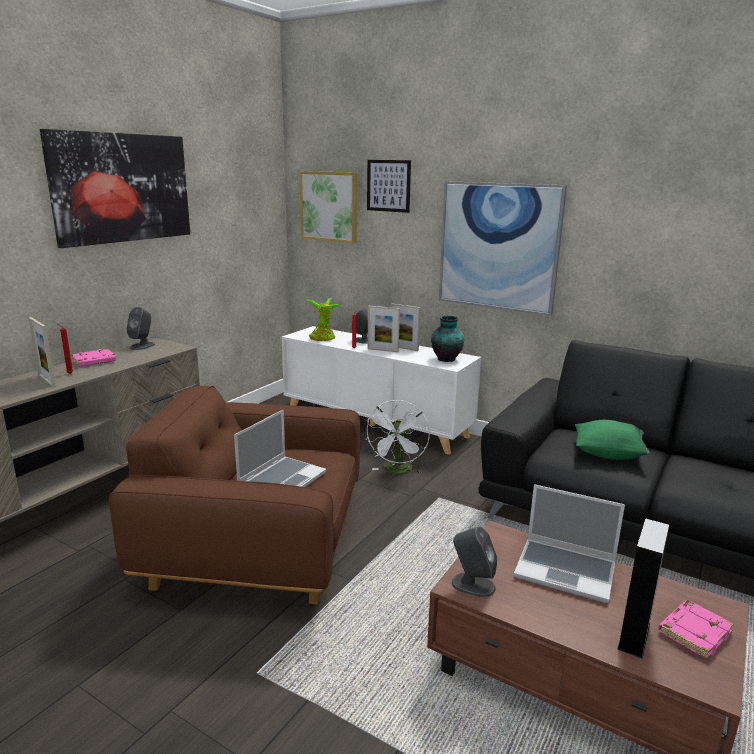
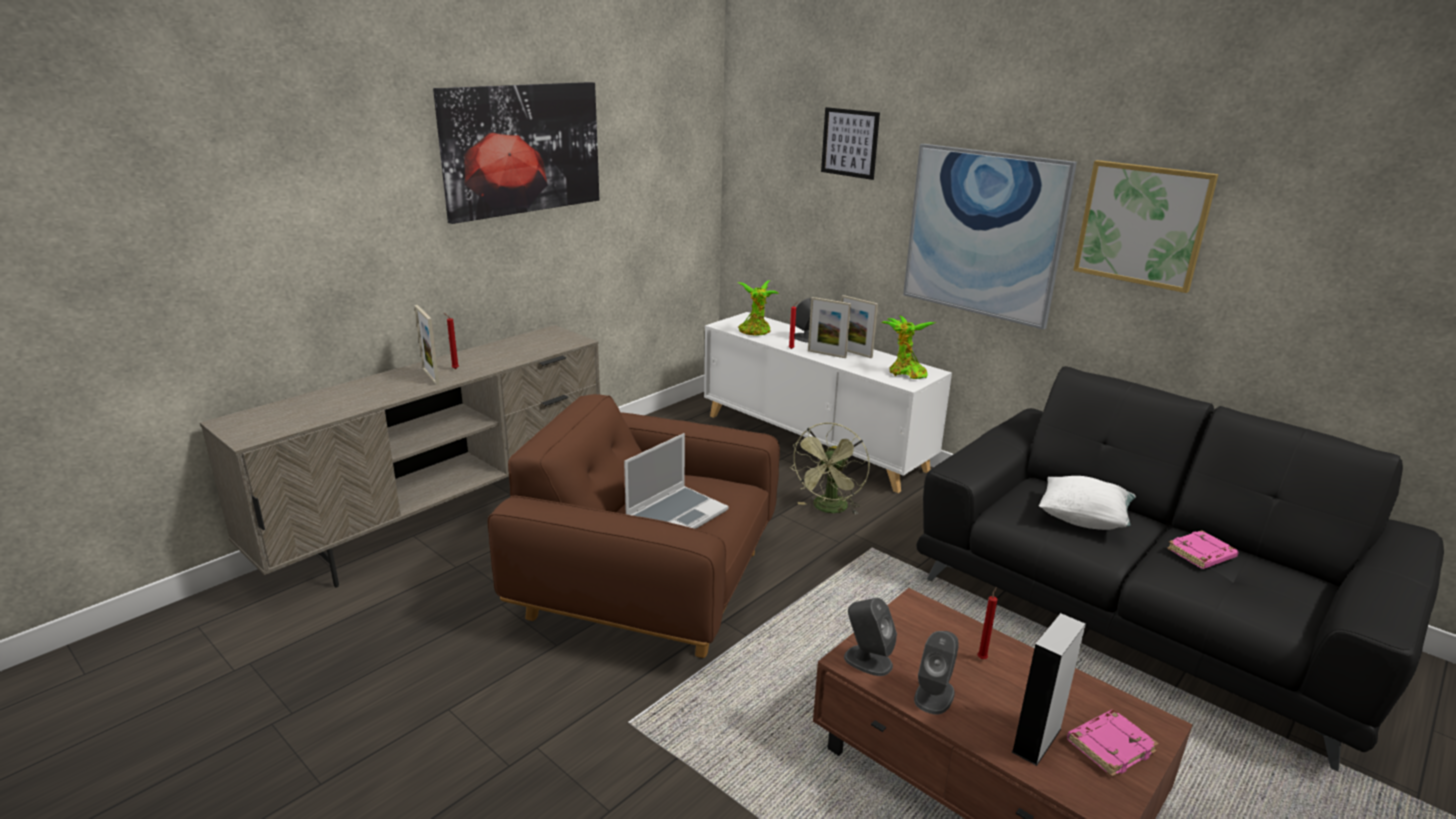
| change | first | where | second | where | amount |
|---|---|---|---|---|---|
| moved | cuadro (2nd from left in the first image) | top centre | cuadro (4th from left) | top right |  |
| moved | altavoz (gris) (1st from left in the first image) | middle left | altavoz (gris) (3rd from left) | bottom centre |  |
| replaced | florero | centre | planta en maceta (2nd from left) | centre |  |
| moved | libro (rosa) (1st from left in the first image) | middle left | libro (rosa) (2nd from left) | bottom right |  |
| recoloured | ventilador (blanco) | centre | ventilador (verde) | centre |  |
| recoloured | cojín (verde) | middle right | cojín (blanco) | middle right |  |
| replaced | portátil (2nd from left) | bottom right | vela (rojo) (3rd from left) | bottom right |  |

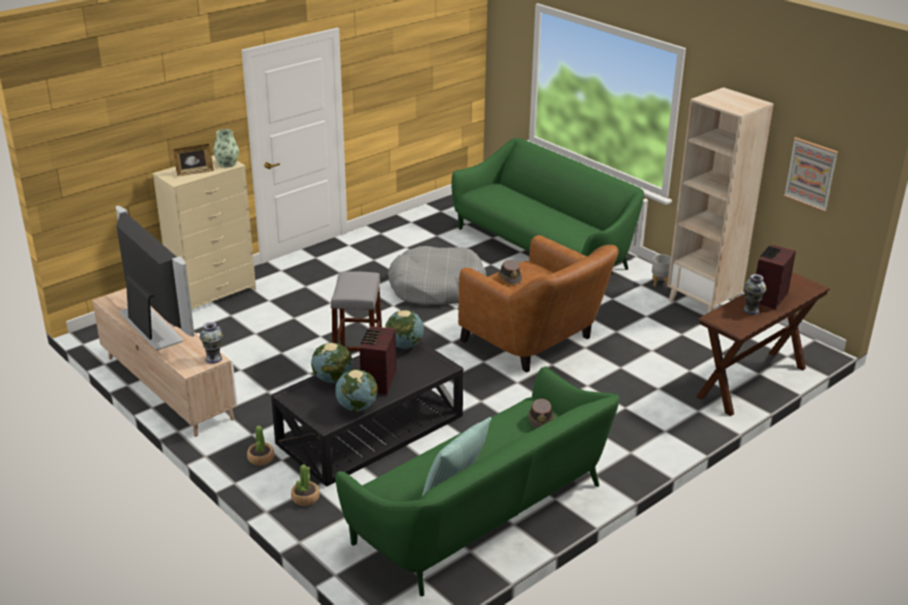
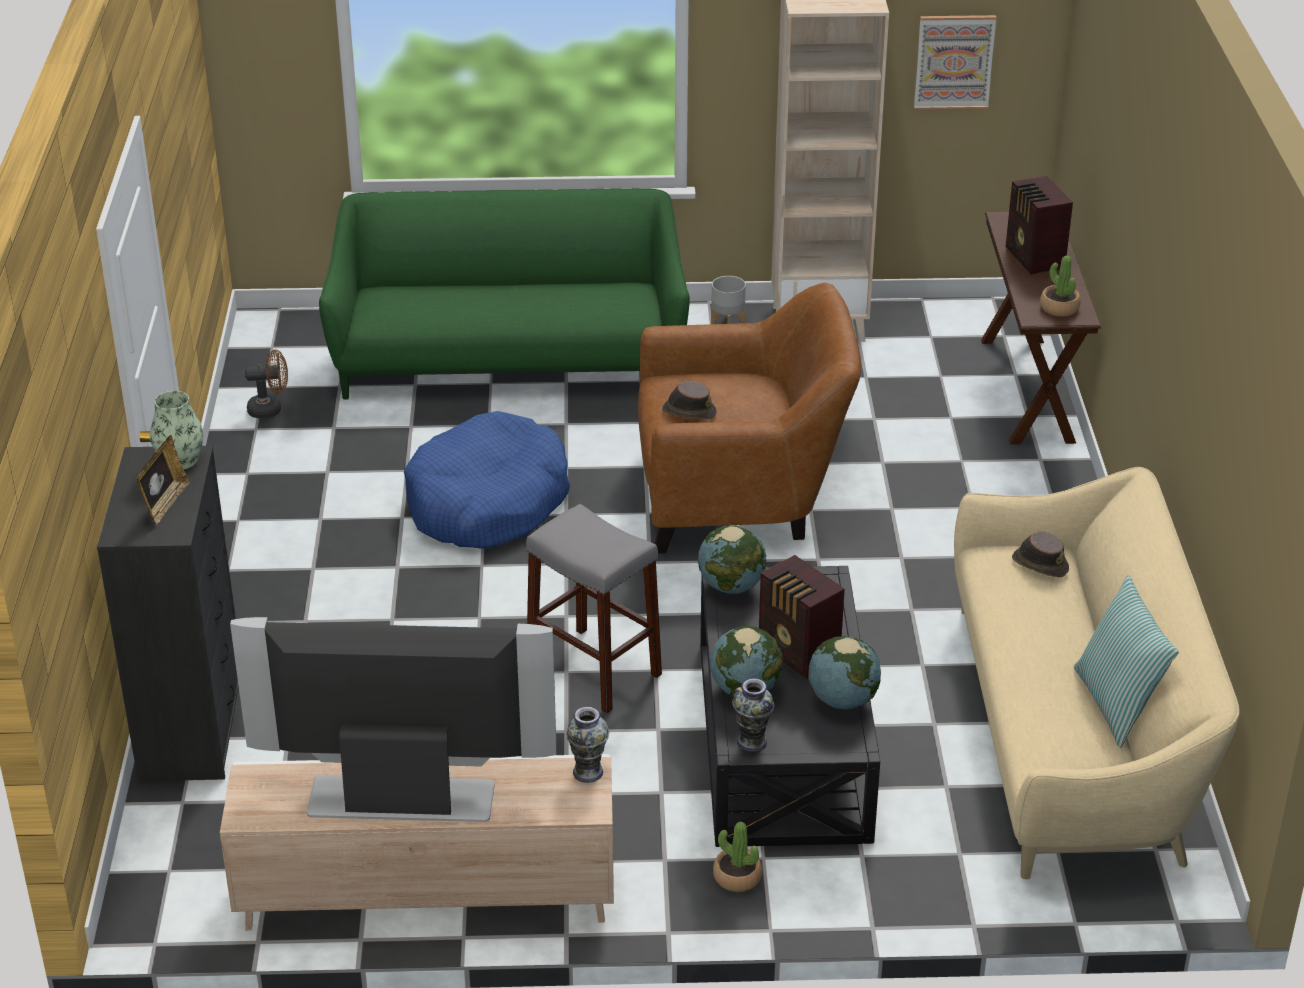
| change | first | where | second | where | amount |
|---|---|---|---|---|---|
| recoloured | cómoda (beis) | middle left | cómoda (negro) | middle left |  |
| recoloured | cama para perro (gris) | centre | cama para perro (azul) | centre |  |
| moved | florero (3rd from left) | middle right |  | bottom centre |  |
| recoloured | sofá (verde) (1st from left) | bottom centre | sofá (beis) | bottom right |  |
| moved | planta en maceta (2nd from left) | bottom centre |  | top right |  |
| added |  |  | ventilador (marrón) | middle left |  |

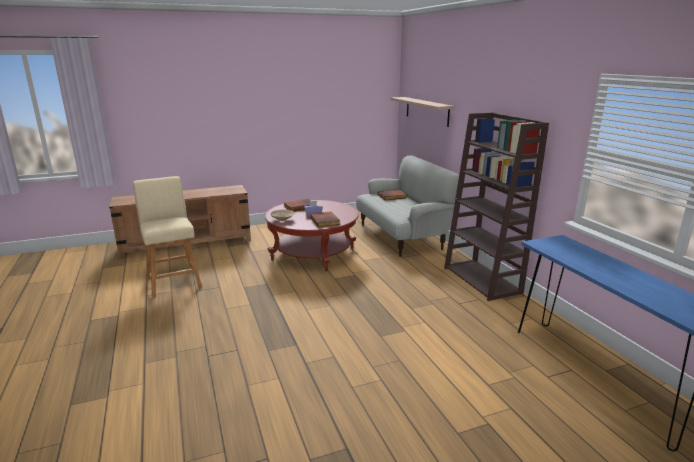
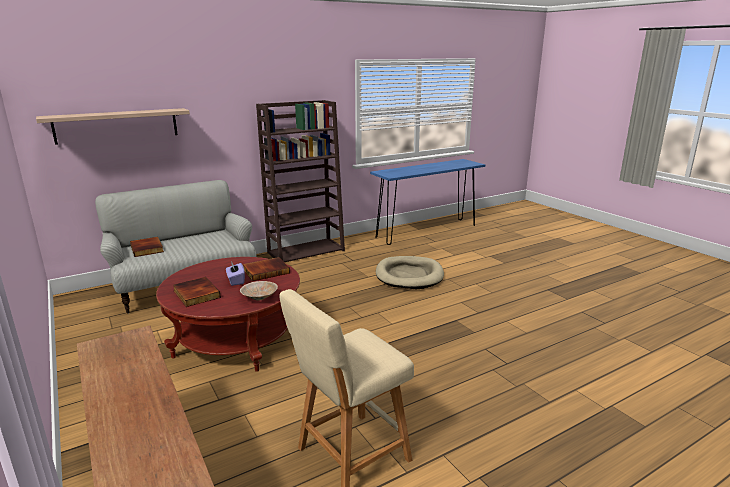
| change | first | where | second | where | amount |
|---|---|---|---|---|---|
| added |  |  | cama para perro (beis) | centre |  |

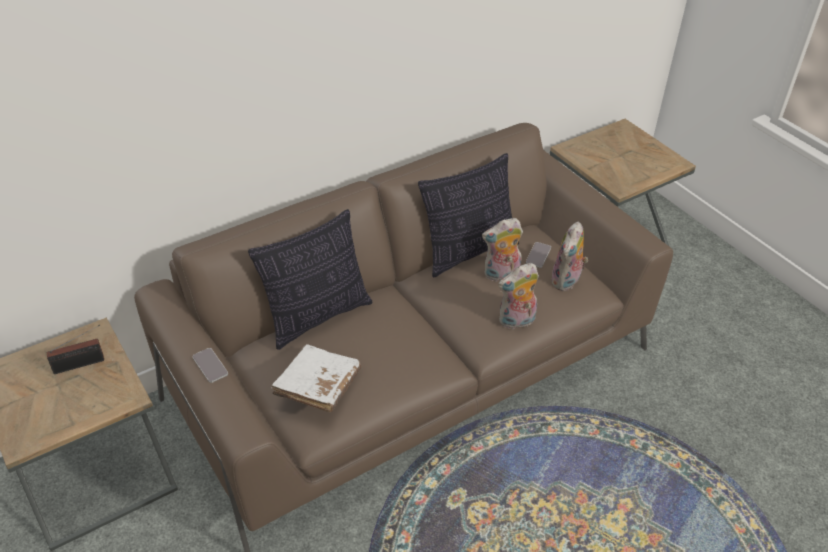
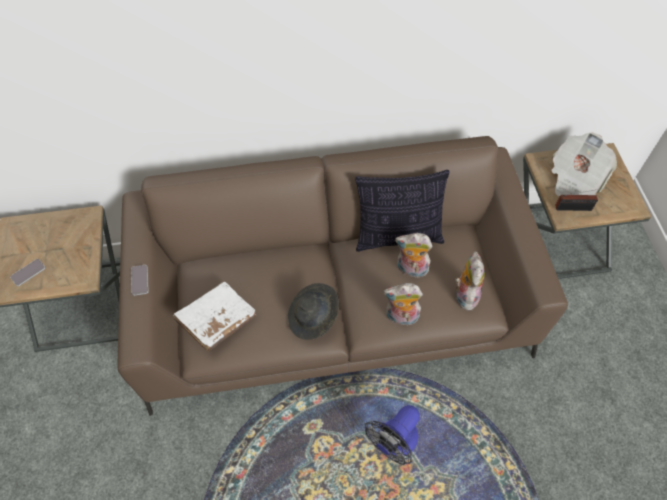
| change | first | where | second | where | amount |
|---|---|---|---|---|---|
| removed | cojín (1st from left) | centre |  |  |  |
| turned | peluche (3rd from left) | middle right |  | middle right | 135 degrees clockwise |
| moved | móvil (2nd from left in the first image) | centre | móvil (1st from left) | middle left |  |
| moved | radio | middle left |  | middle right |  |
| added |  |  | periódico | top right |  |
| added |  |  | sombrero (gris) | centre |  |
| added |  |  | ventilador | bottom centre |  |

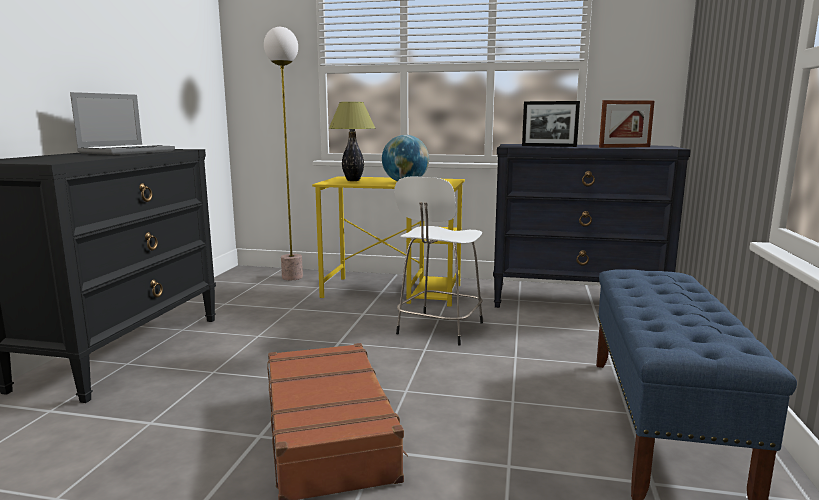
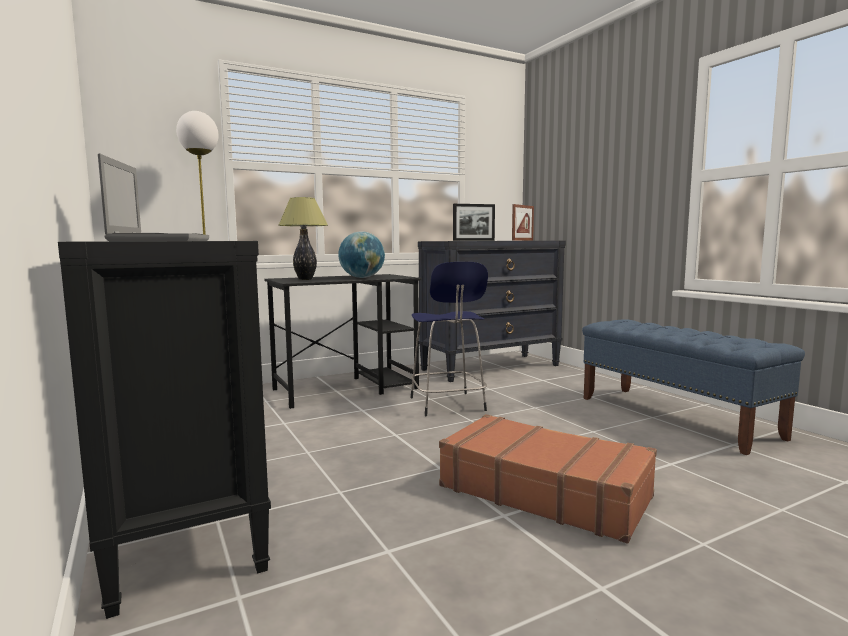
| change | first | where | second | where | amount |
|---|---|---|---|---|---|
| recoloured | escritorio (amarillo) | centre | escritorio (negro) | centre |  |
| recoloured | taburete (blanco) | centre | taburete (azul) | centre |  |

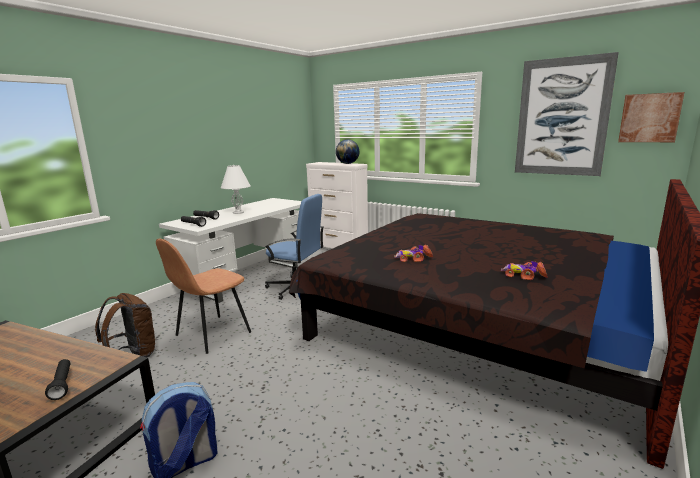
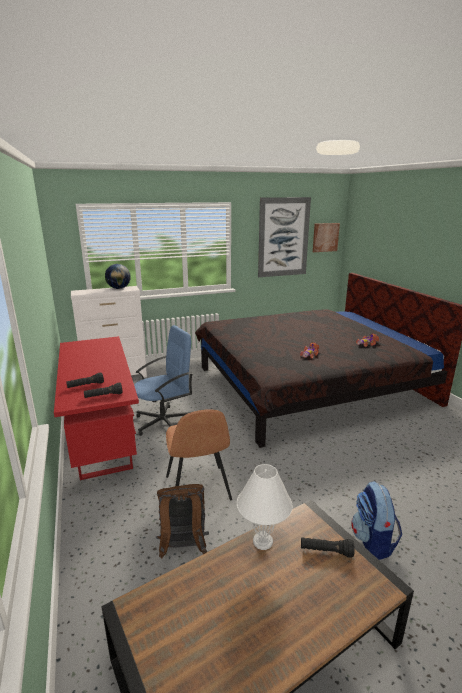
| change | first | where | second | where | amount |
|---|---|---|---|---|---|
| moved | lámpara de mesa (blanco) | centre |  | bottom centre |  |
| recoloured | escritorio (blanco) | middle left | escritorio (rojo) | middle left |  |

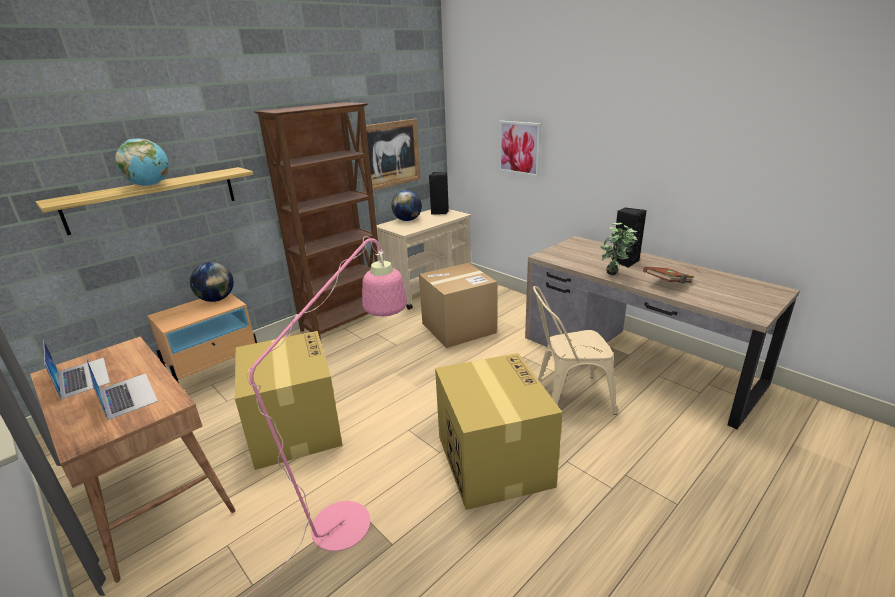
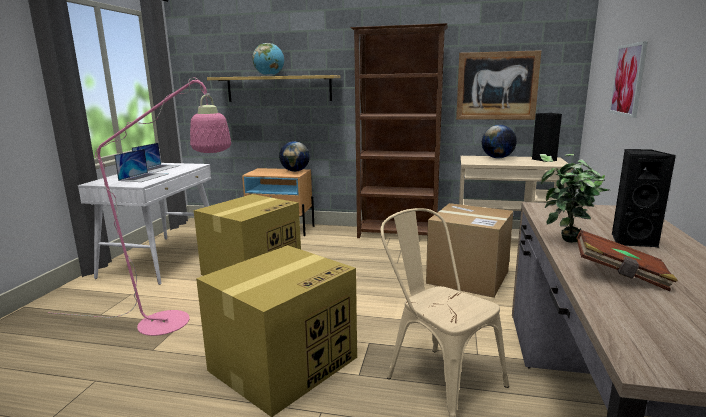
| change | first | where | second | where | amount |
|---|---|---|---|---|---|
| recoloured | escritorio (marrón) (1st from left) | bottom left | escritorio (blanco) | middle left |  |

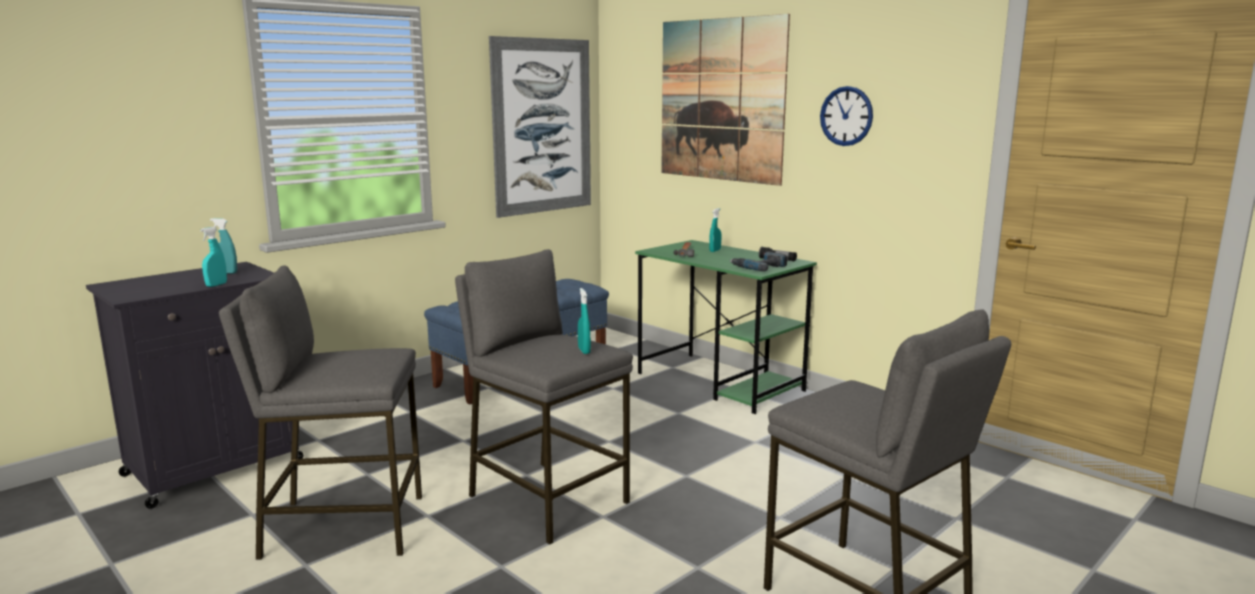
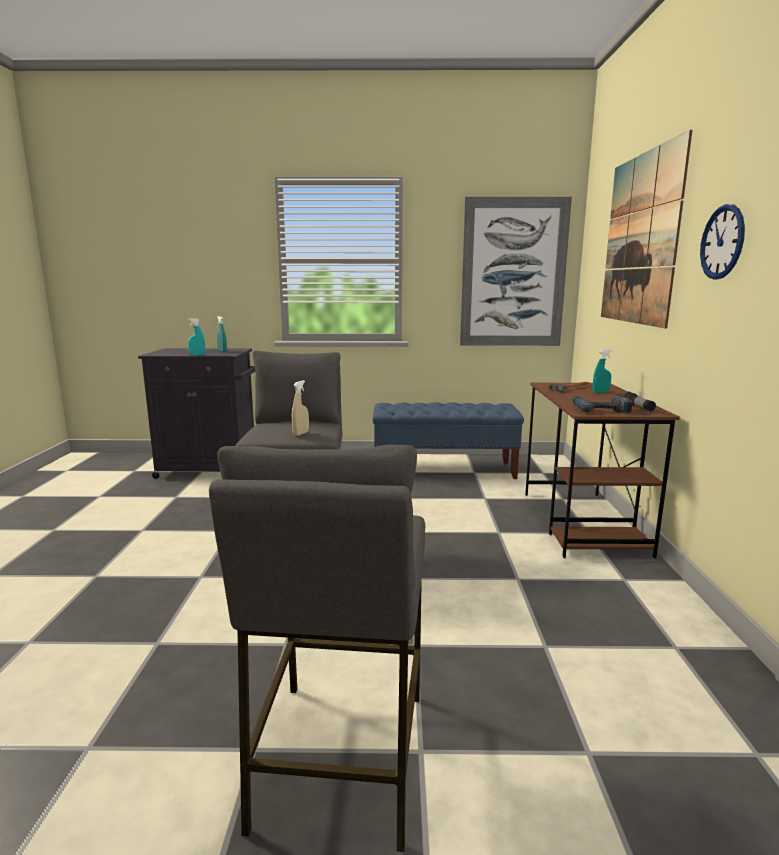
| change | first | where | second | where | amount |
|---|---|---|---|---|---|
| recoloured | escritorio (verde) | centre | escritorio (marrón) | middle right |  |
| removed | taburete (gris) (1st from left) | bottom left |  |  |  |
| recoloured | pulverizador (turquesa) (3rd from left) | centre | pulverizador (beis) | centre |  |

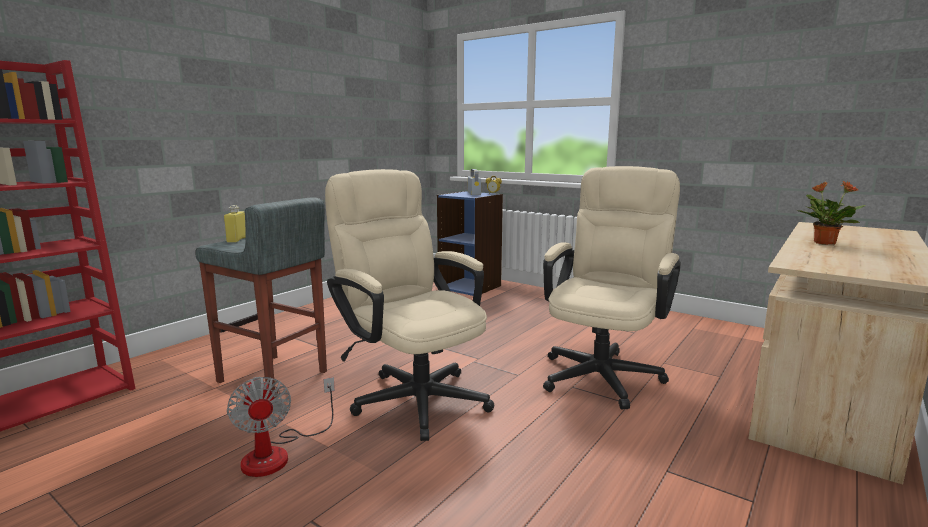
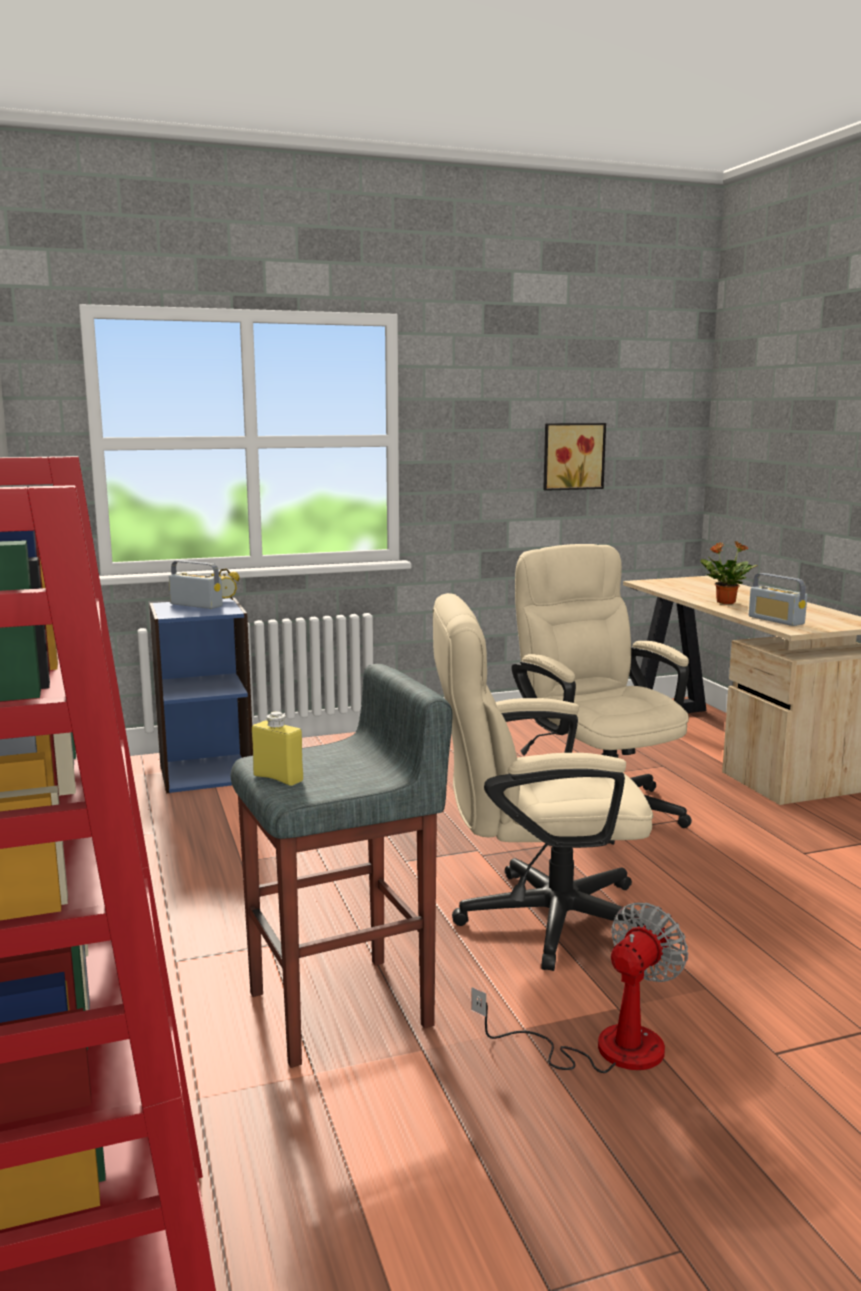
| change | first | where | second | where | amount |
|---|---|---|---|---|---|
| turned | ventilador | bottom left |  | bottom right | 60 degrees counterclockwise |
| added |  |  | cuadro | middle right |  |
| added |  |  | radio (2nd from left) | middle right |  |

